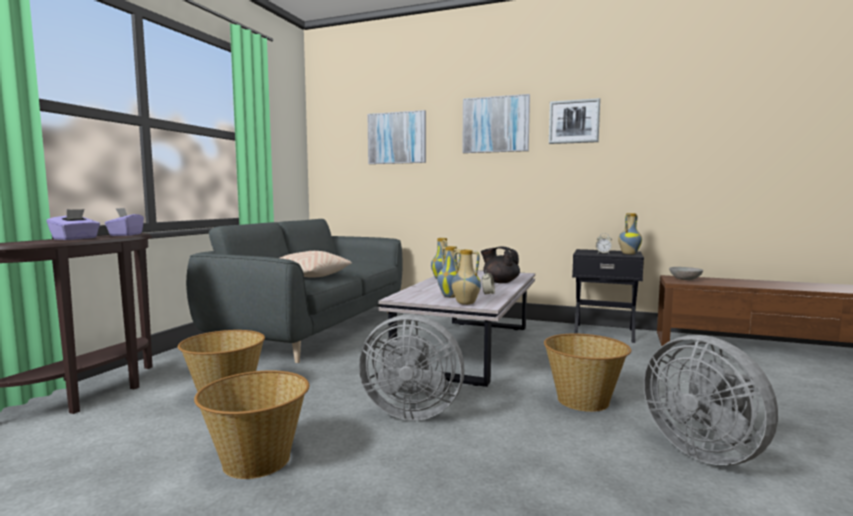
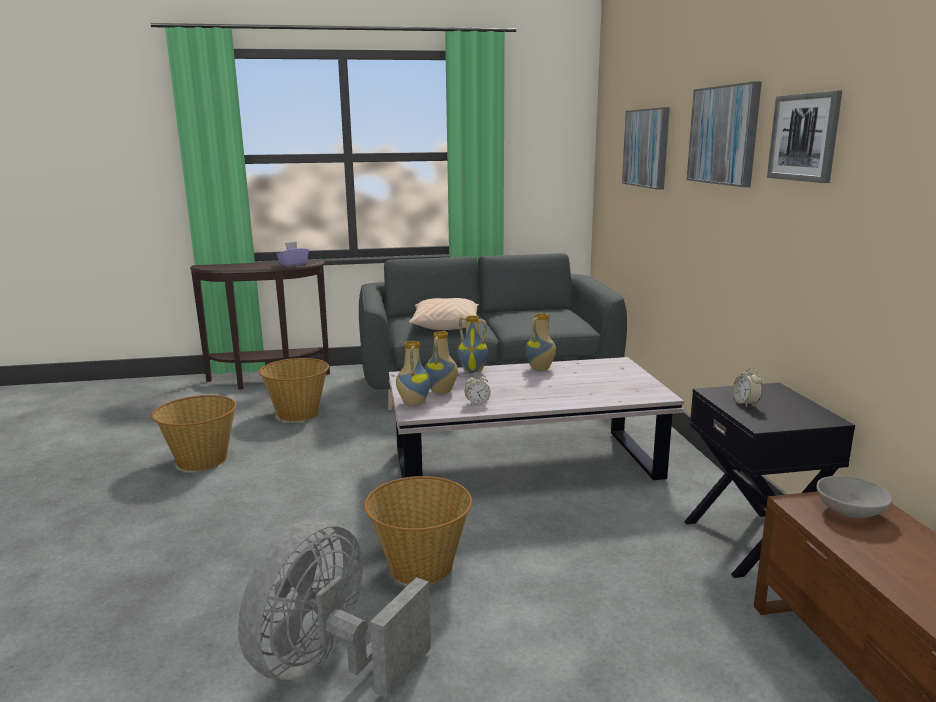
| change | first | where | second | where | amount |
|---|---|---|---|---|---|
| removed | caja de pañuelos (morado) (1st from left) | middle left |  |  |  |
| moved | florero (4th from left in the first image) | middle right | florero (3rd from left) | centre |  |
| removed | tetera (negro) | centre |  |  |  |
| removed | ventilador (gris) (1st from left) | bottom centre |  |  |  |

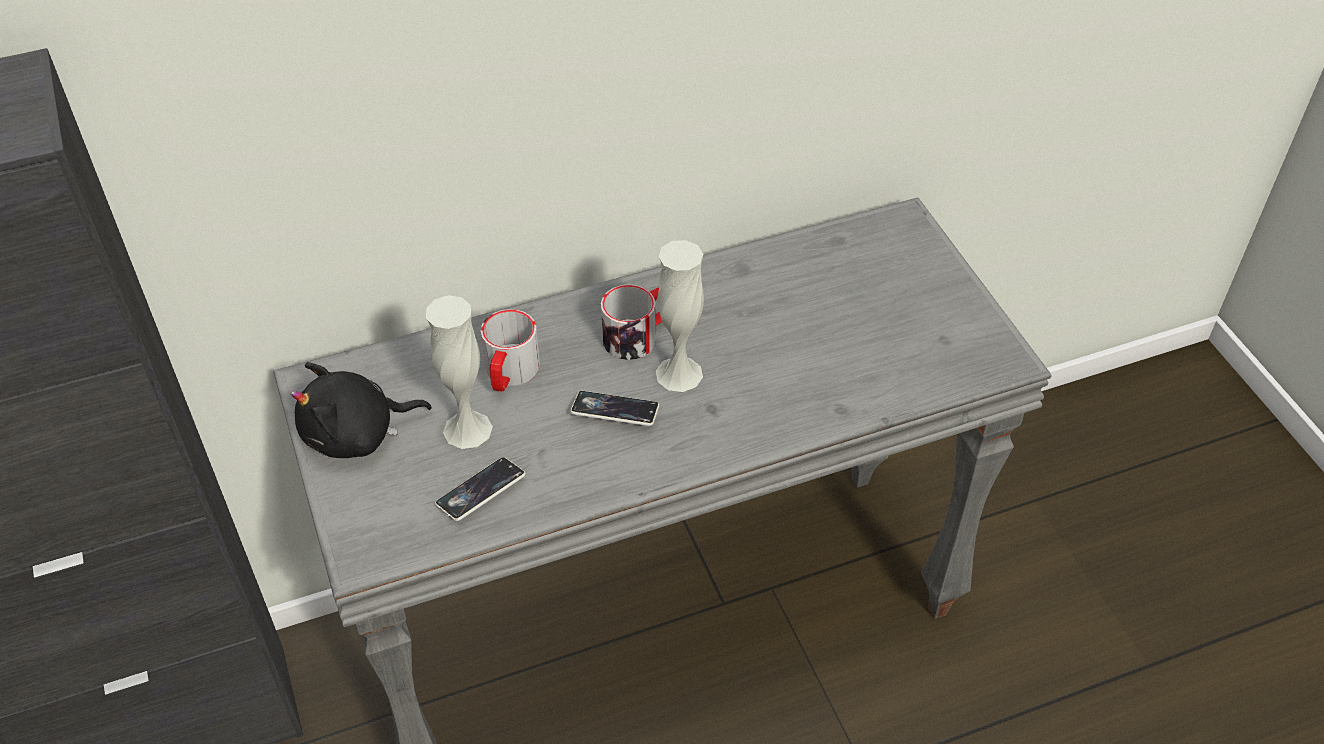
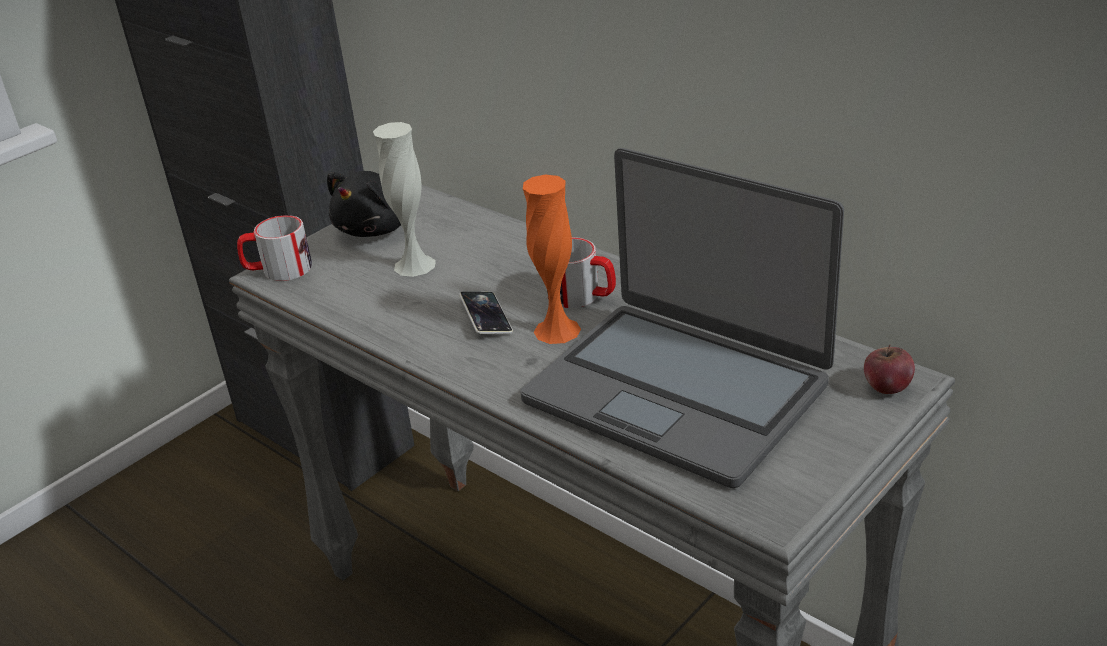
| change | first | where | second | where | amount |
|---|---|---|---|---|---|
| recoloured | florero (blanco) (2nd from left) | centre | florero (naranja) | centre |  |
| moved | taza grande (1st from left) | centre |  | middle left |  |
| turned | peluche (negro) | middle left |  | top left | 105 degrees counterclockwise |
| removed | móvil (1st from left) | centre |  |  |  |
| added |  |  | portátil | centre |  |
| added |  |  | manzana | middle right |  |

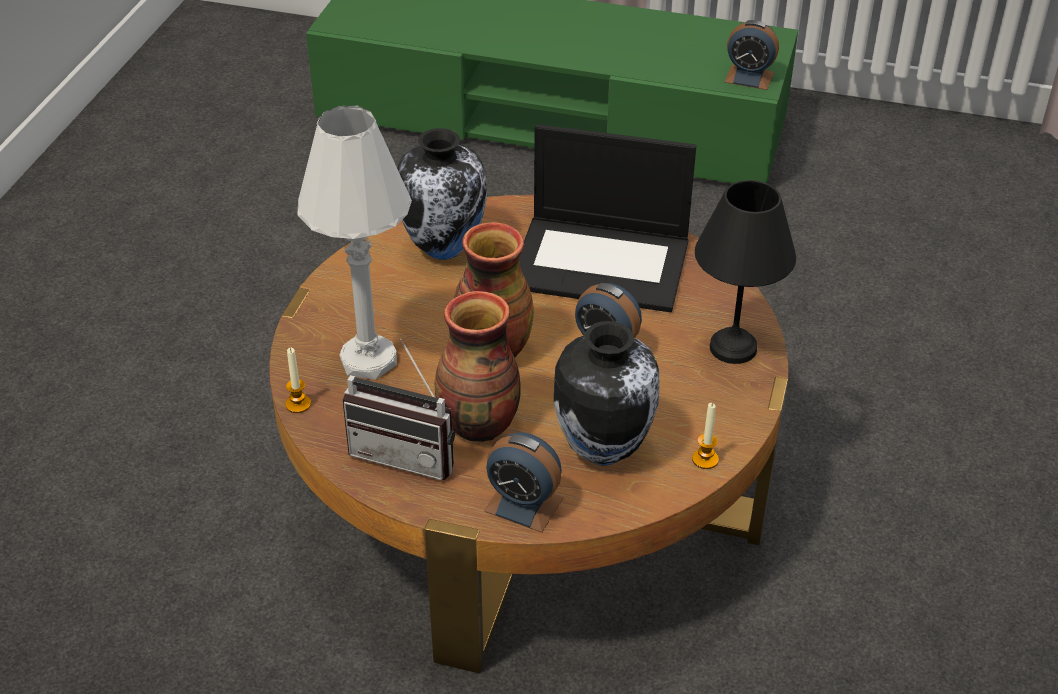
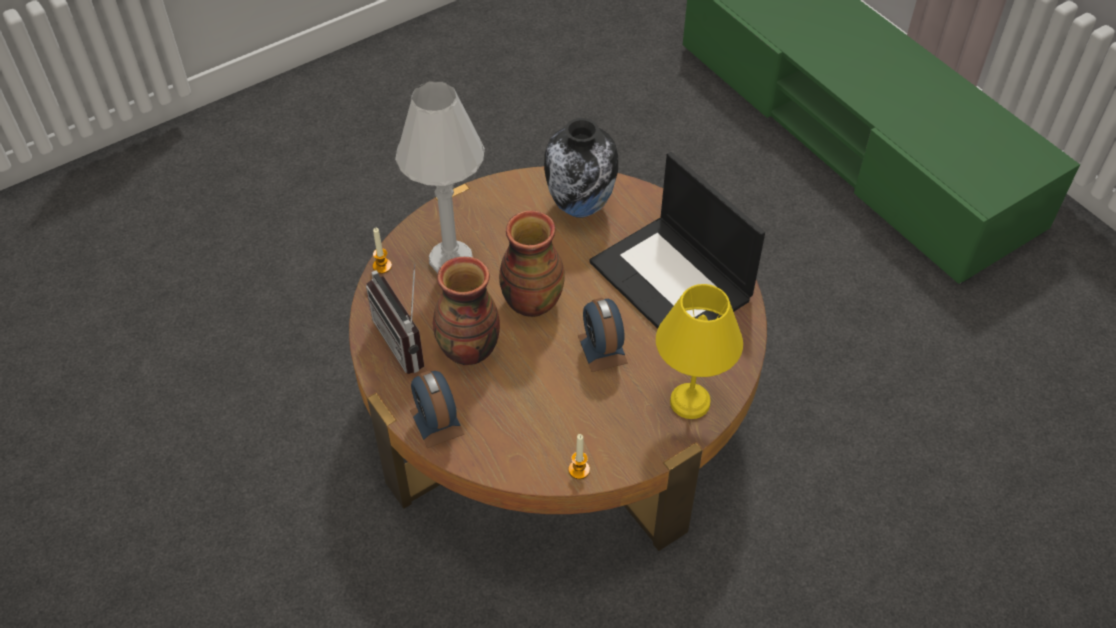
| change | first | where | second | where | amount |
|---|---|---|---|---|---|
| removed | despertador (3rd from left) | top right |  |  |  |
| recoloured | lámpara de mesa (negro) | middle right | lámpara de mesa (amarillo) | centre |  |
| removed | florero (4th from left) | centre |  |  |  |

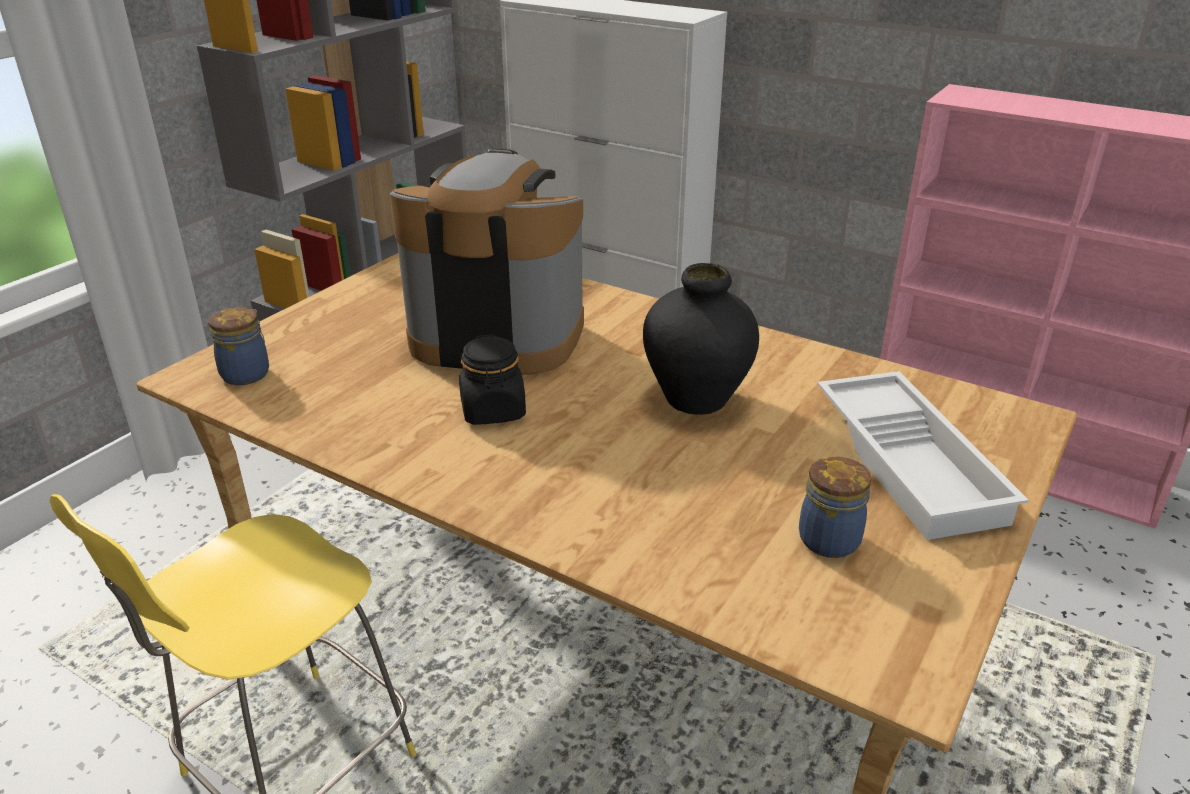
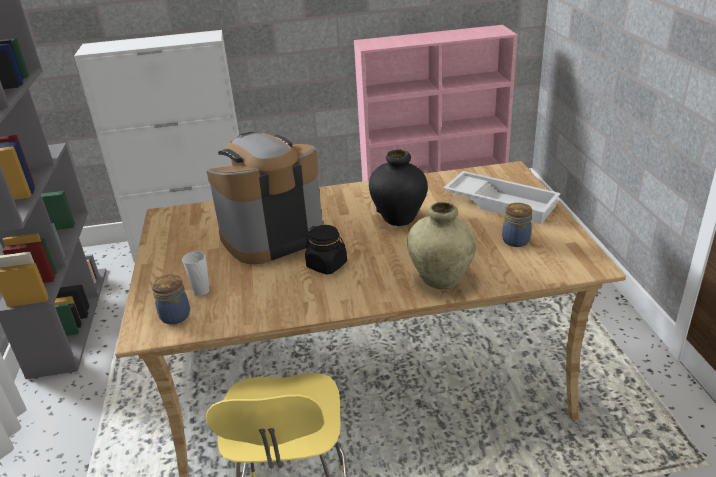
| change | first | where | second | where | amount |
|---|---|---|---|---|---|
| added |  |  | florero (beis) | centre |  |
| added |  |  | taza | middle left |  |

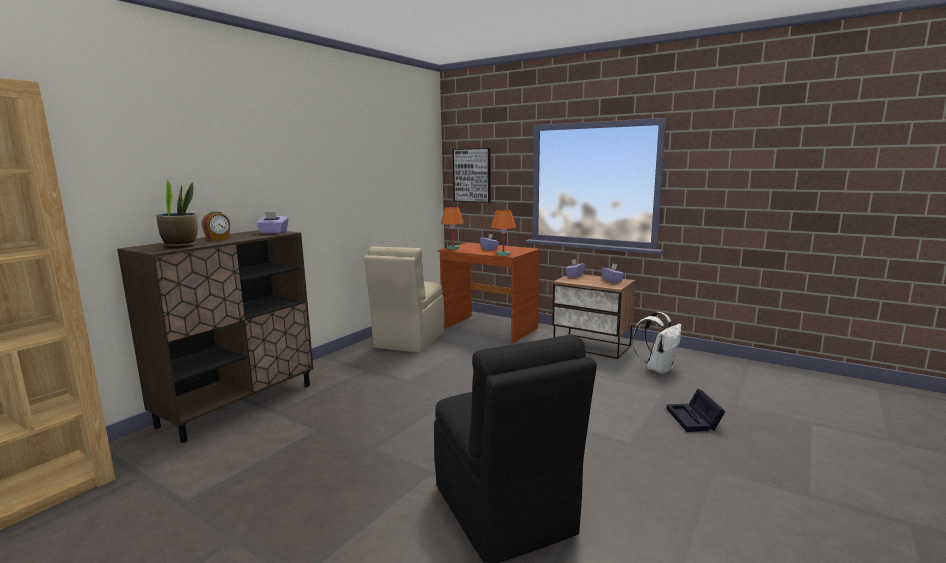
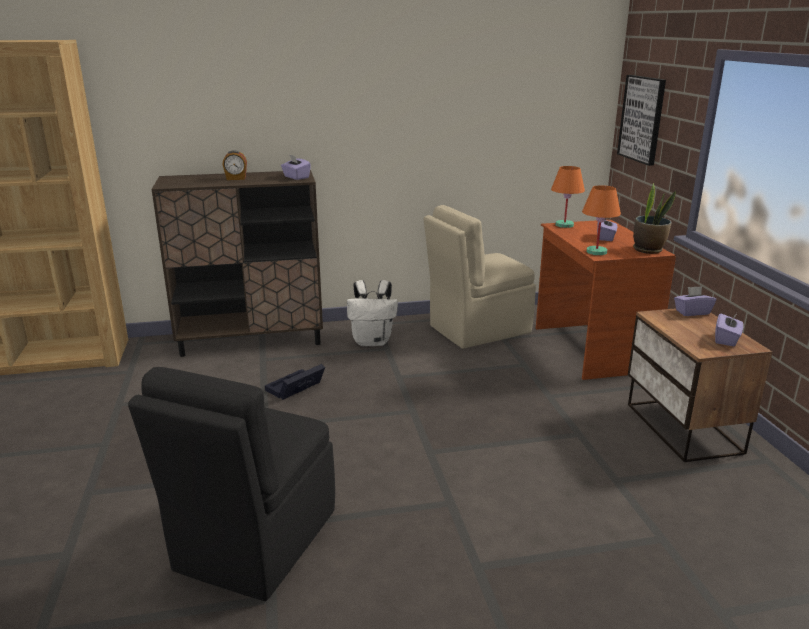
| change | first | where | second | where | amount |
|---|---|---|---|---|---|
| moved | planta en maceta | middle left |  | middle right |  |
| moved | mochila (blanco) | middle right |  | centre |  |
| moved | caja de almacenaje (negro) | bottom right |  | centre |  |

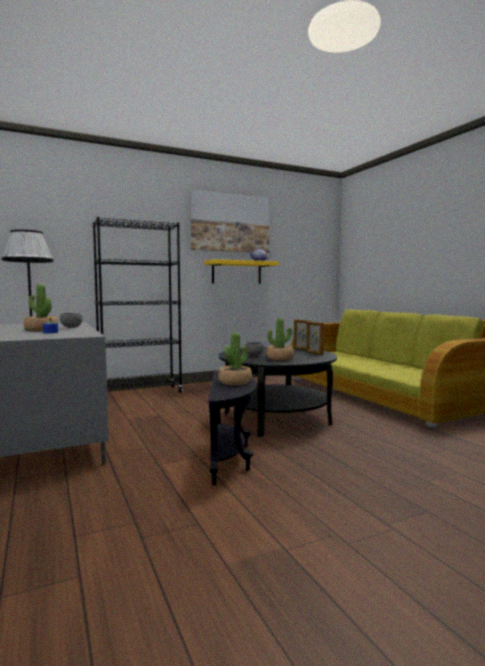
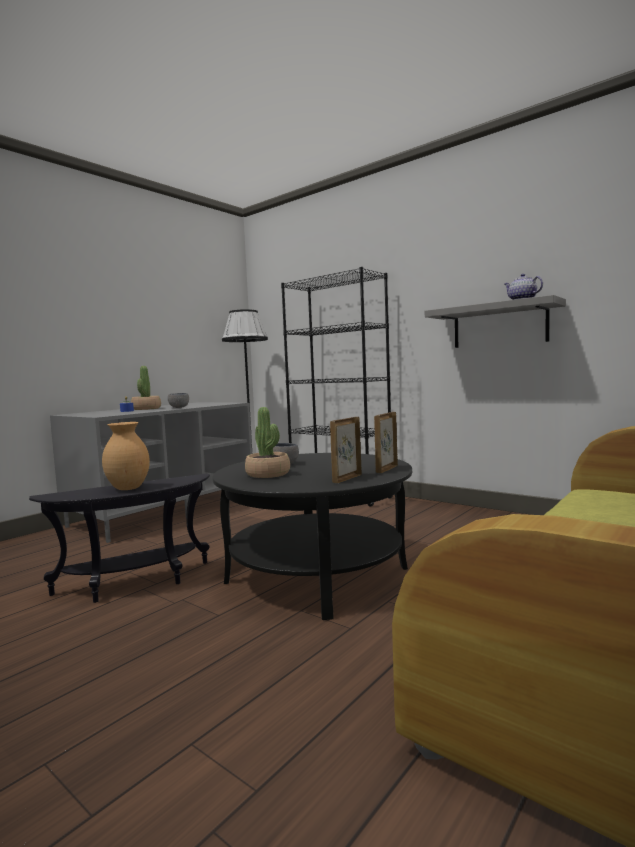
| change | first | where | second | where | amount |
|---|---|---|---|---|---|
| removed | cuadro | top centre |  |  |  |
| recoloured | estante (amarillo) | centre | estante (gris) | middle right |  |
| replaced | planta en maceta (2nd from left) | centre | florero (marrón) | middle left |  |

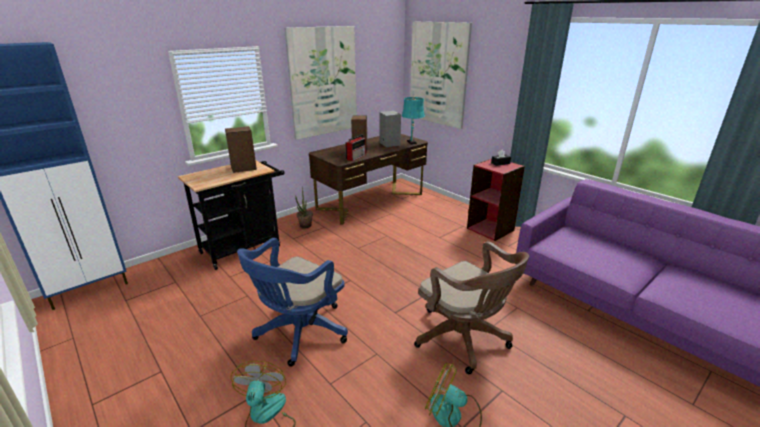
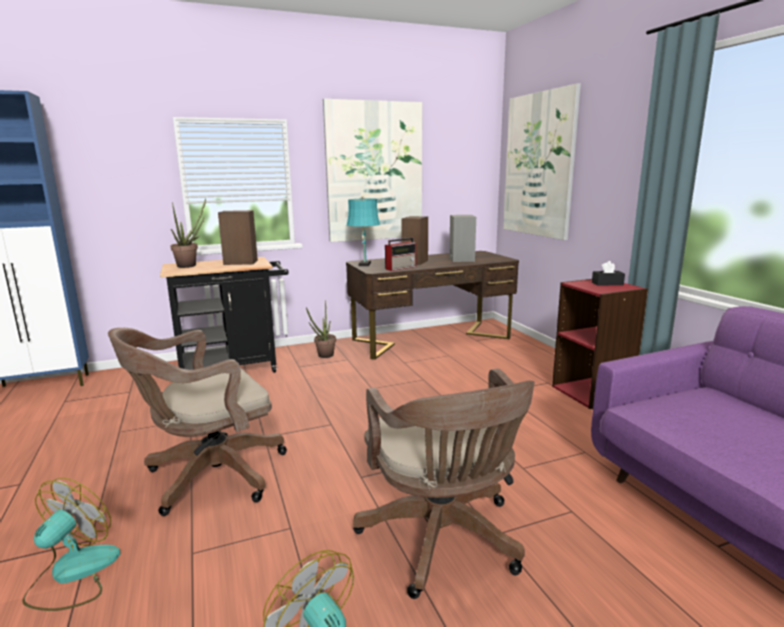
| change | first | where | second | where | amount |
|---|---|---|---|---|---|
| moved | lámpara de mesa (turquesa) | top centre |  | centre |  |
| recoloured | silla de oficina (azul) | bottom centre | silla de oficina (marrón) (1st from left) | bottom left |  |
| added |  |  | planta en maceta (1st from left) | middle left |  |

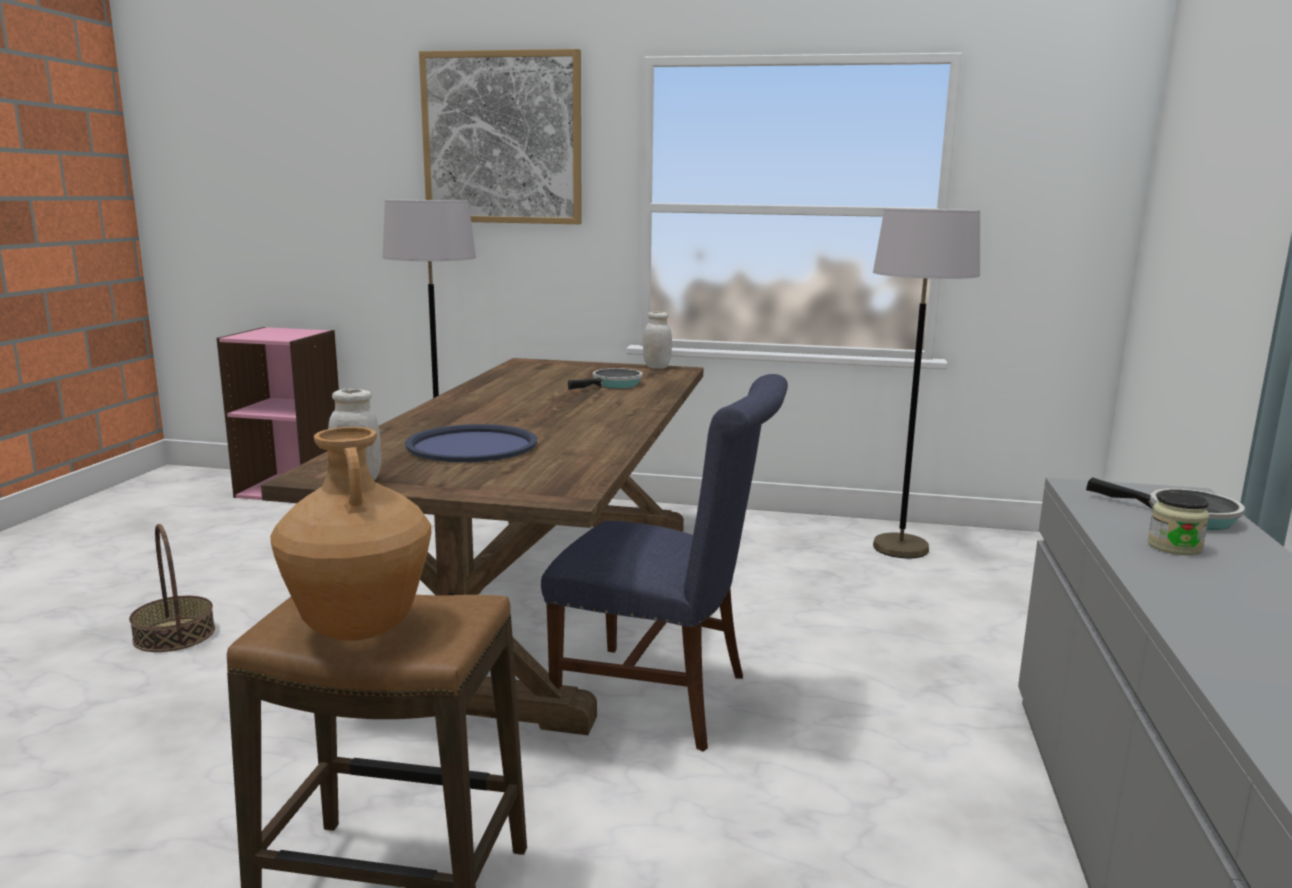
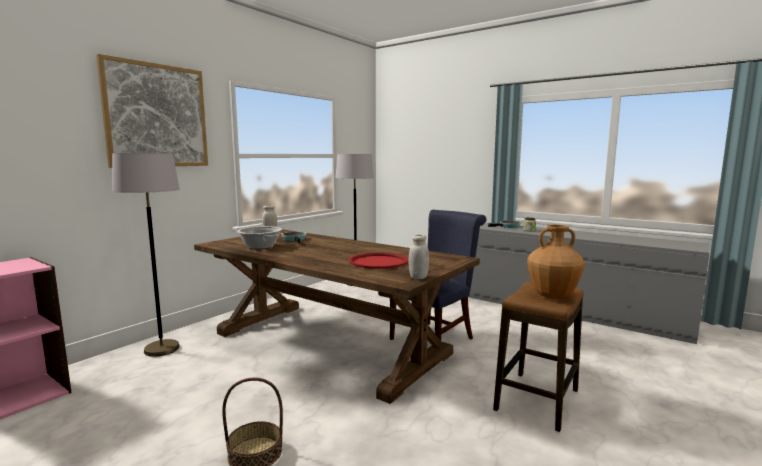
| change | first | where | second | where | amount |
|---|---|---|---|---|---|
| recoloured | bandeja (azul) | centre | bandeja (rojo) | centre |  |
| added |  |  | olla | centre |  |

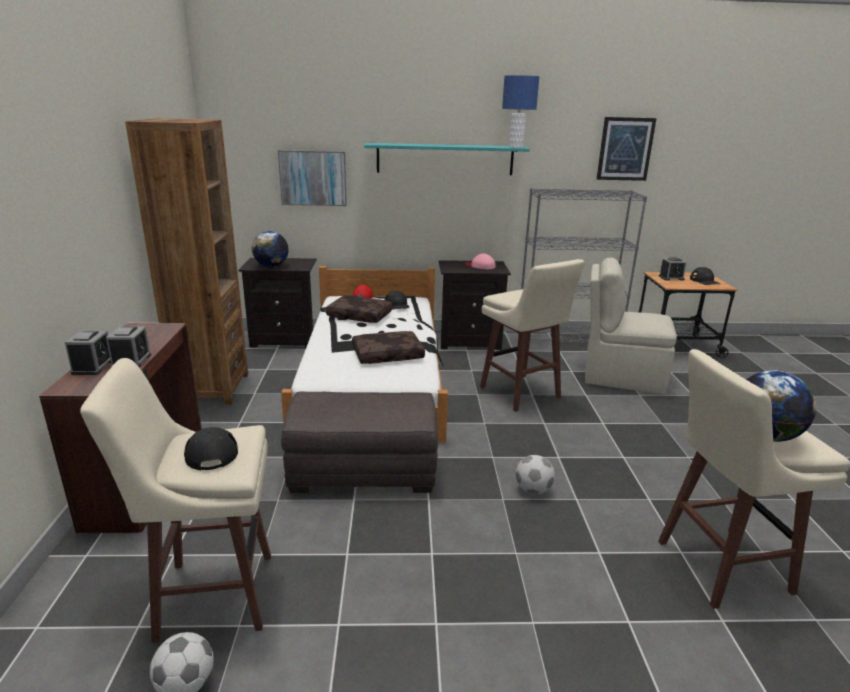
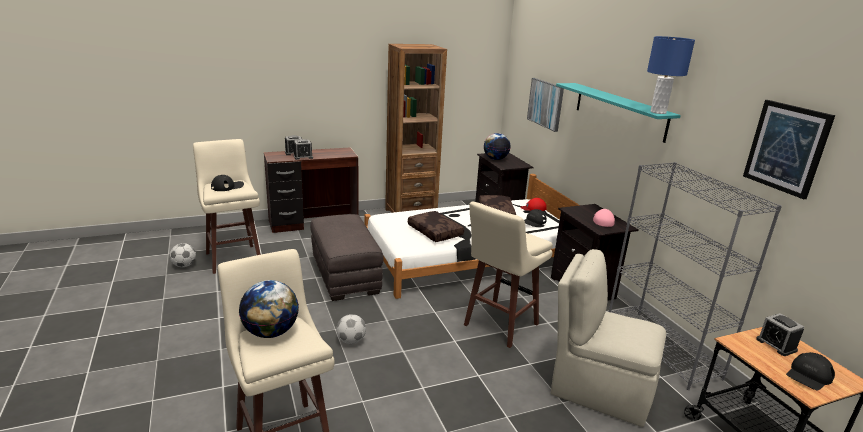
| change | first | where | second | where | amount |
|---|---|---|---|---|---|
| turned | silla (beis) | middle right |  | bottom right | 60 degrees counterclockwise |

